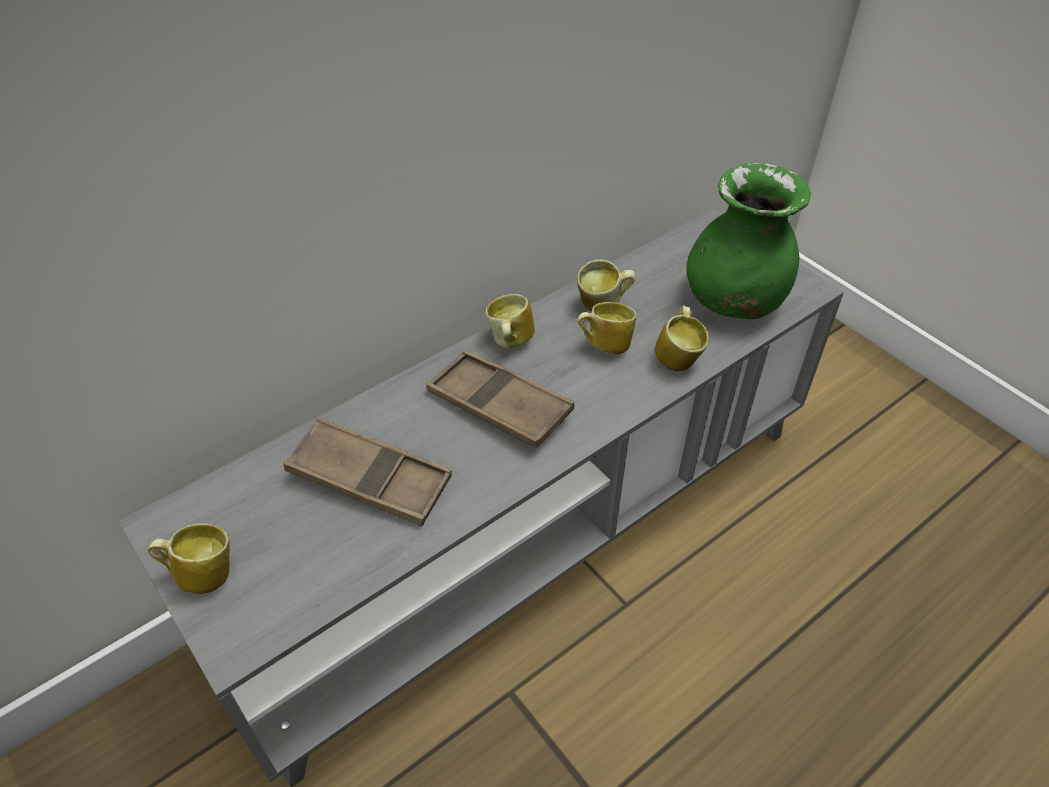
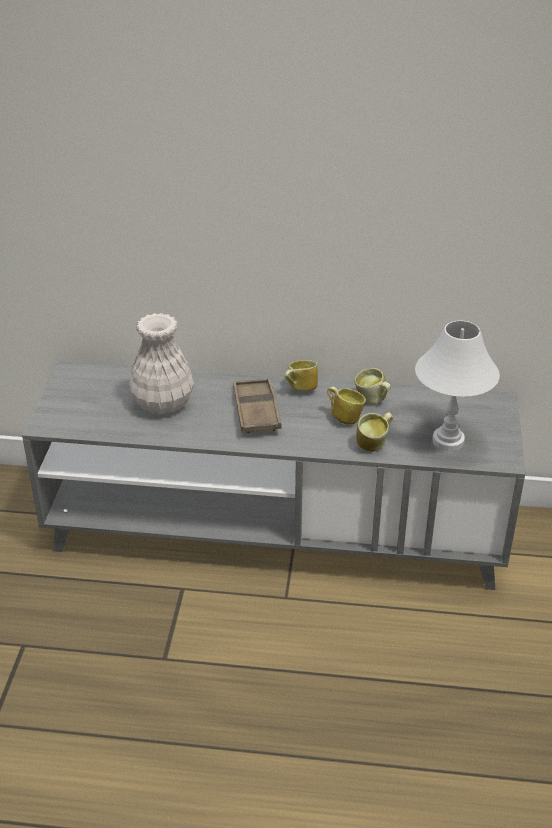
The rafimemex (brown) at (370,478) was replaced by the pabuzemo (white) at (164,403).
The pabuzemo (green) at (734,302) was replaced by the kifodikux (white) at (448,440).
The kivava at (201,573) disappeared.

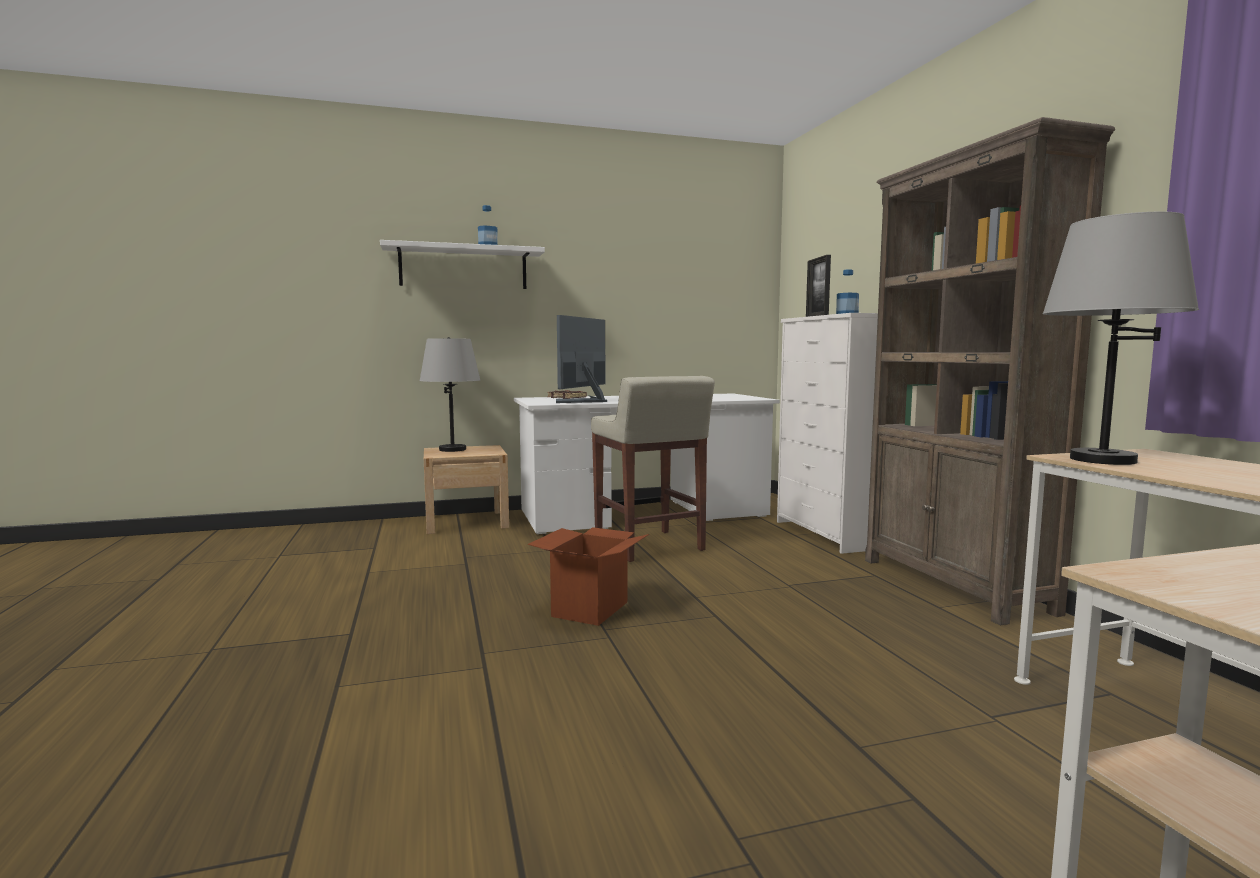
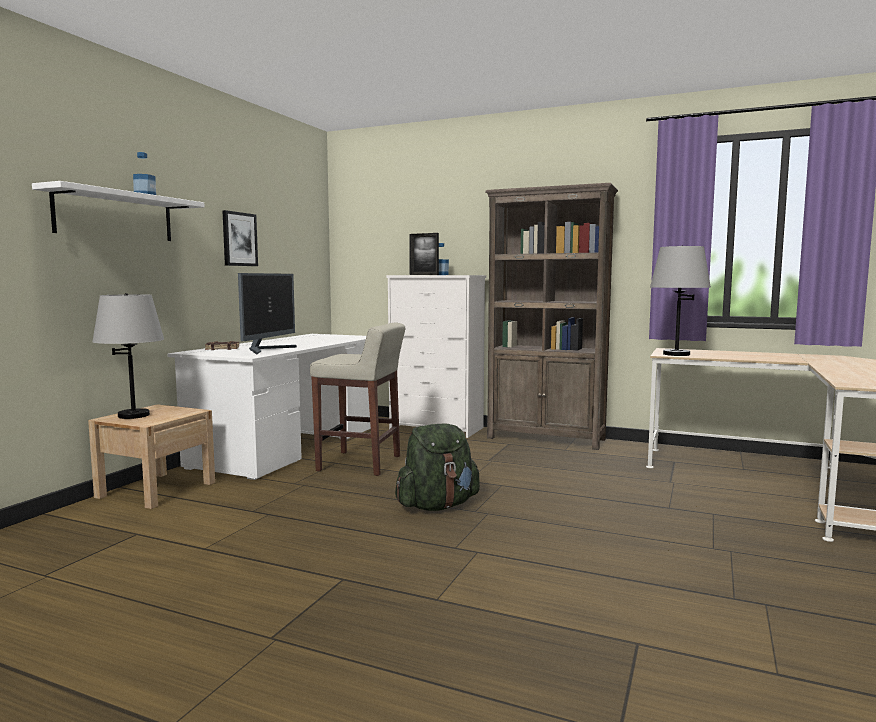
The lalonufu at (239,239) appeared.
The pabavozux at (586,401) turned 135 degrees counterclockwise.
The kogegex at (590,609) was replaced by the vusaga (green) at (437,506).

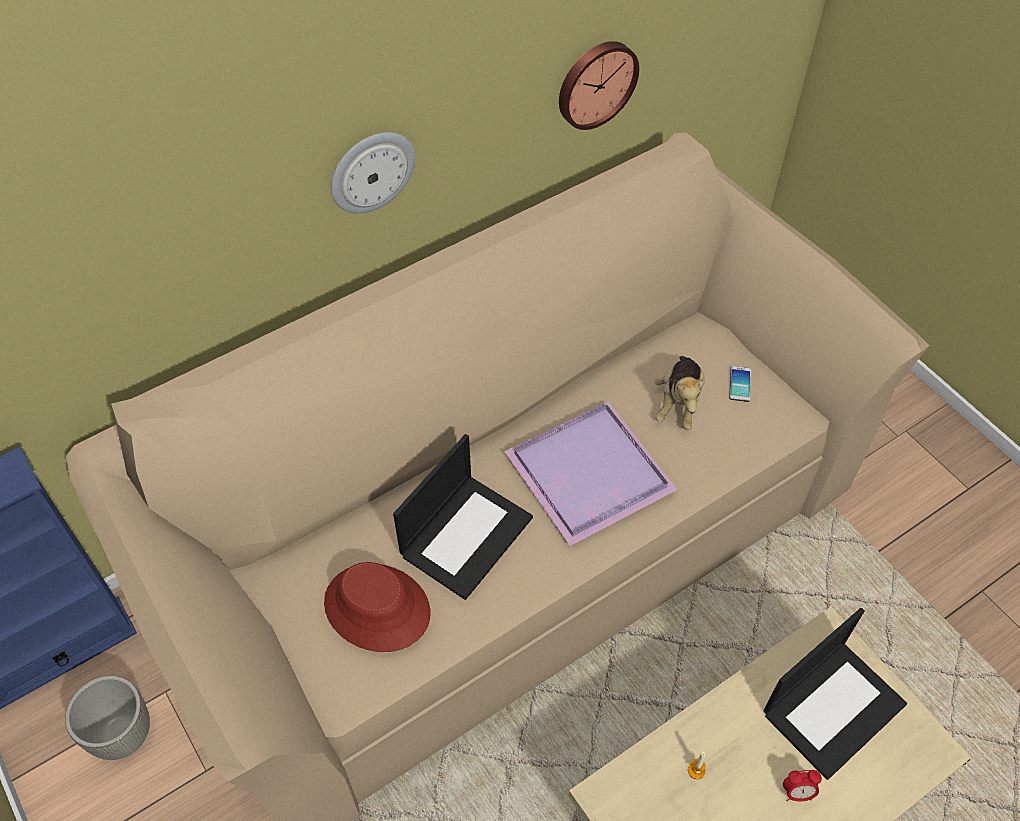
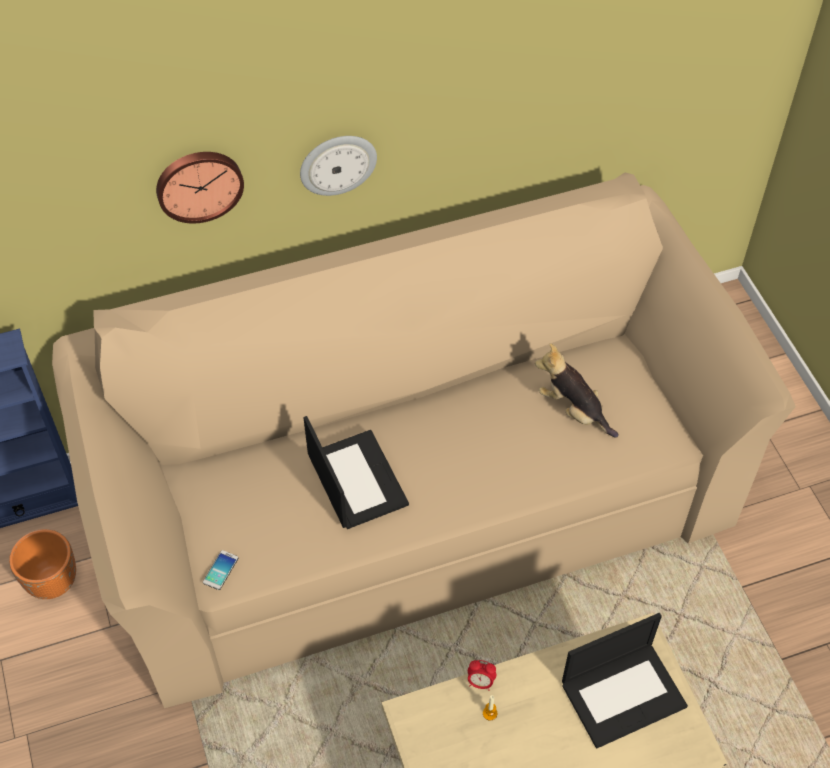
The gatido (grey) at (122,734) became the gatido (orange) at (52,582).
The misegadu moved from (595,83) to (199,184).
The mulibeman moved from (740,384) to (220,570).
The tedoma at (466,534) turned 75 degrees counterclockwise.
The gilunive moved from (797,792) to (480,682).
The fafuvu at (678,403) turned 105 degrees clockwise.
The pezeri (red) at (377,608) disappeared.
The rafimemex (purple) at (586,473) disappeared.

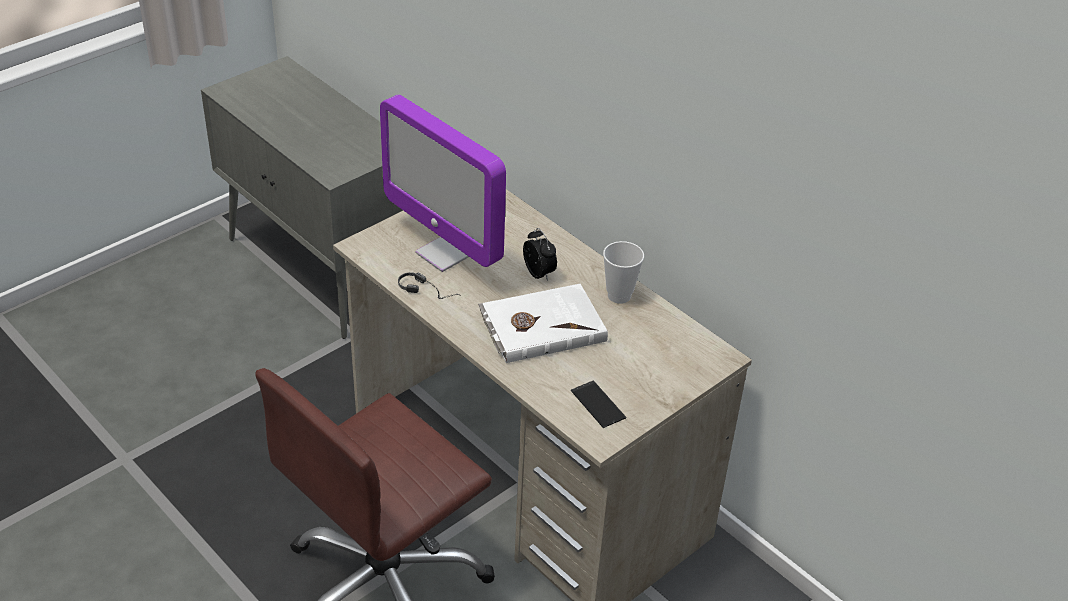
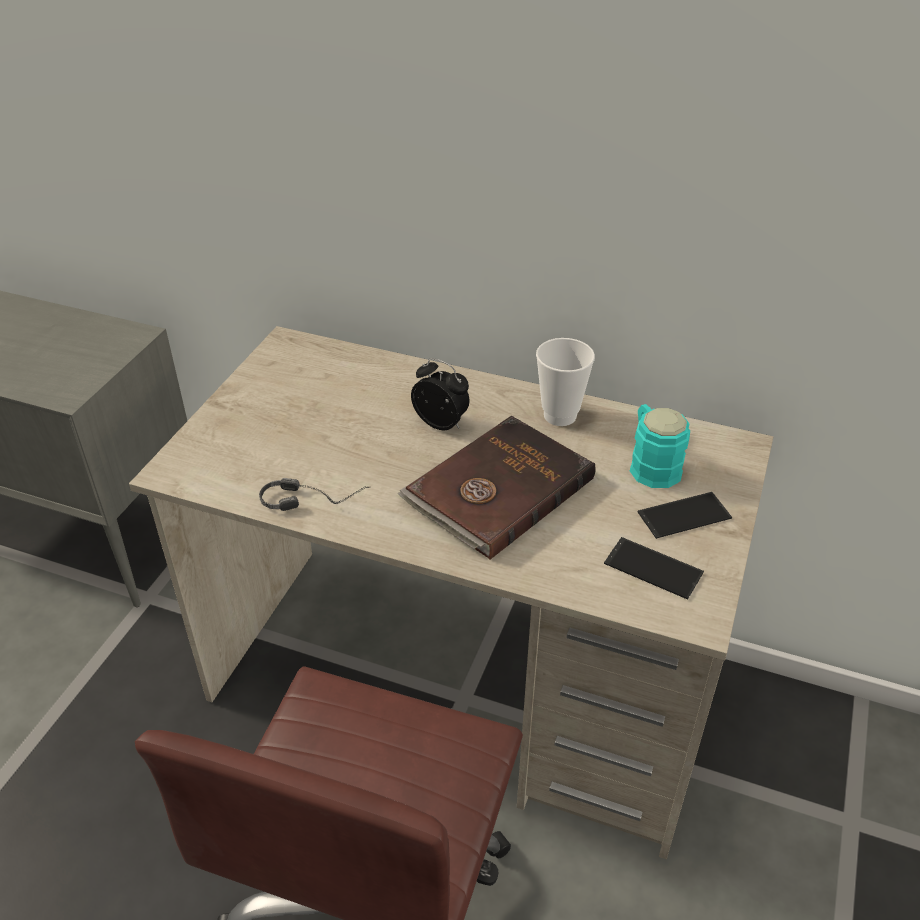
The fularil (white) at (541,326) became the fularil (brown) at (497,490).
The kivava (turquoise) at (651,464) appeared.
The mulibeman at (684,515) appeared.
The pabavozux at (445,253) disappeared.

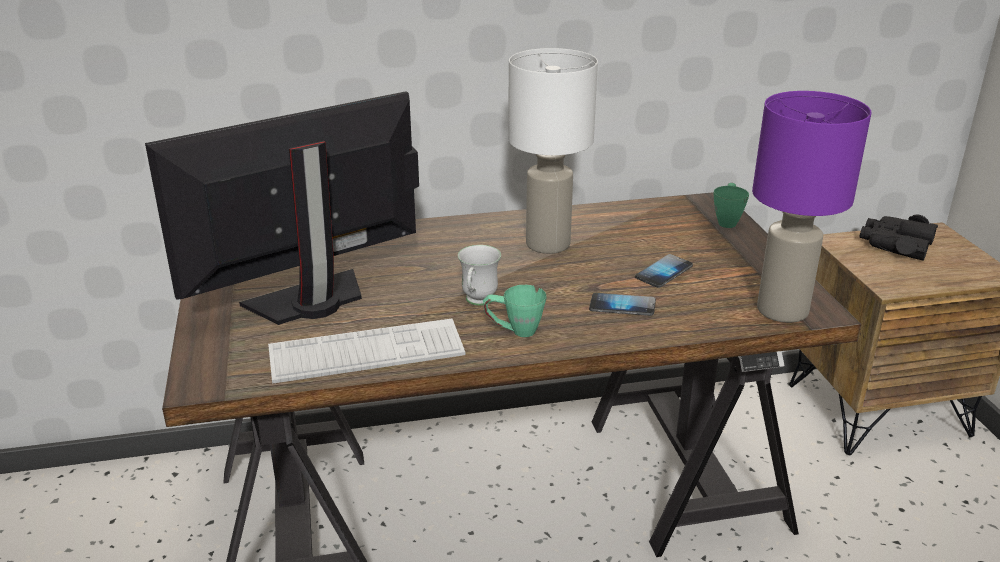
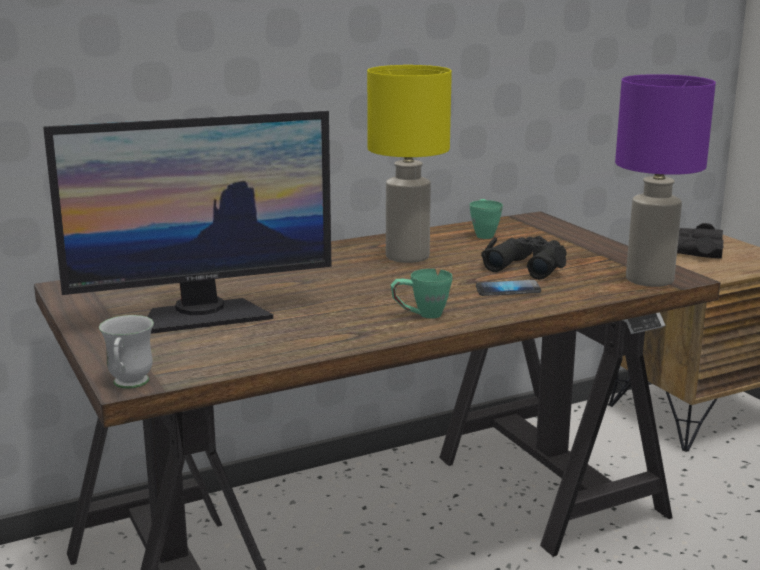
The pabavozux at (311,301) turned 150 degrees counterclockwise.
The kivava (white) moved from (477,302) to (129,385).
The kifodikux (white) at (549,245) became the kifodikux (yellow) at (408,257).
The kivava (green) moved from (727,220) to (484,234).
The mulibeman at (664,272) was replaced by the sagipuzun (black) at (528,265).
The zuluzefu at (366,352) disappeared.

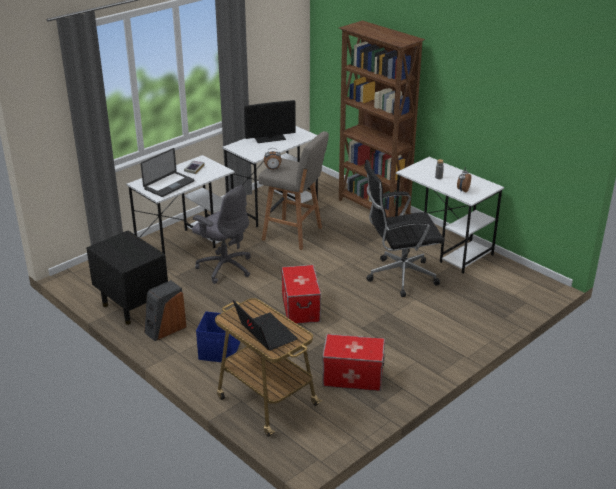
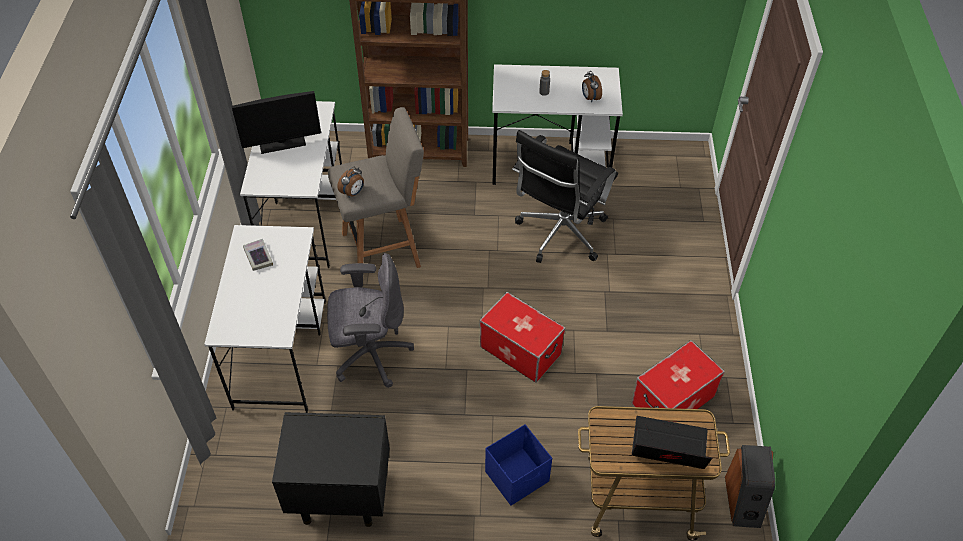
The pabavozux at (270,138) turned 45 degrees clockwise.
The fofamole moved from (165,329) to (744,501).
The tedoma at (169,185) disappeared.

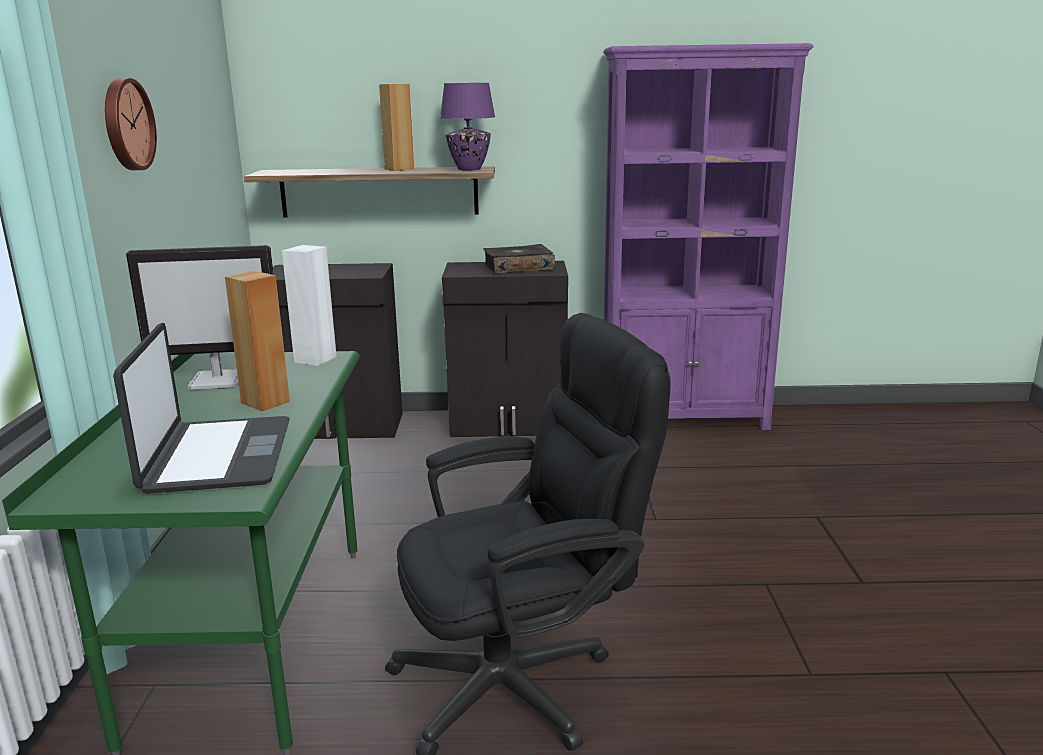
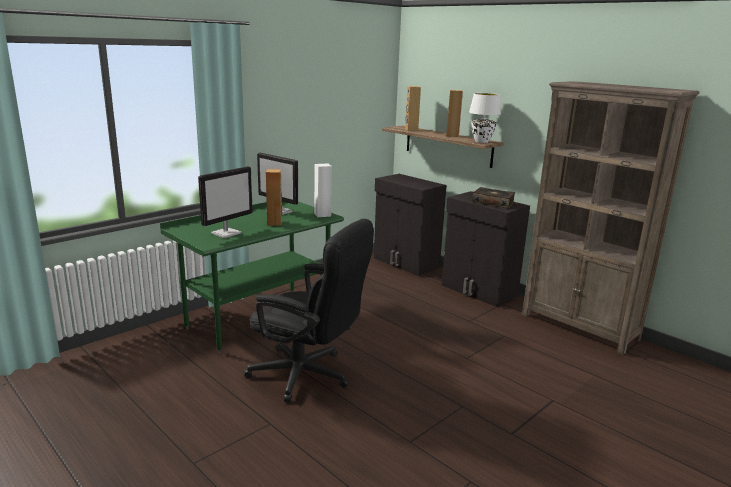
The tedoma at (217,457) was replaced by the pabavozux at (226,233).
The fofamole (brown) at (411,130) appeared.
The kifodikux (purple) at (468,169) became the kifodikux (white) at (481,141).
The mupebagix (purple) at (684,419) became the mupebagix (brown) at (579,327).
The misegadu at (126,124) disappeared.

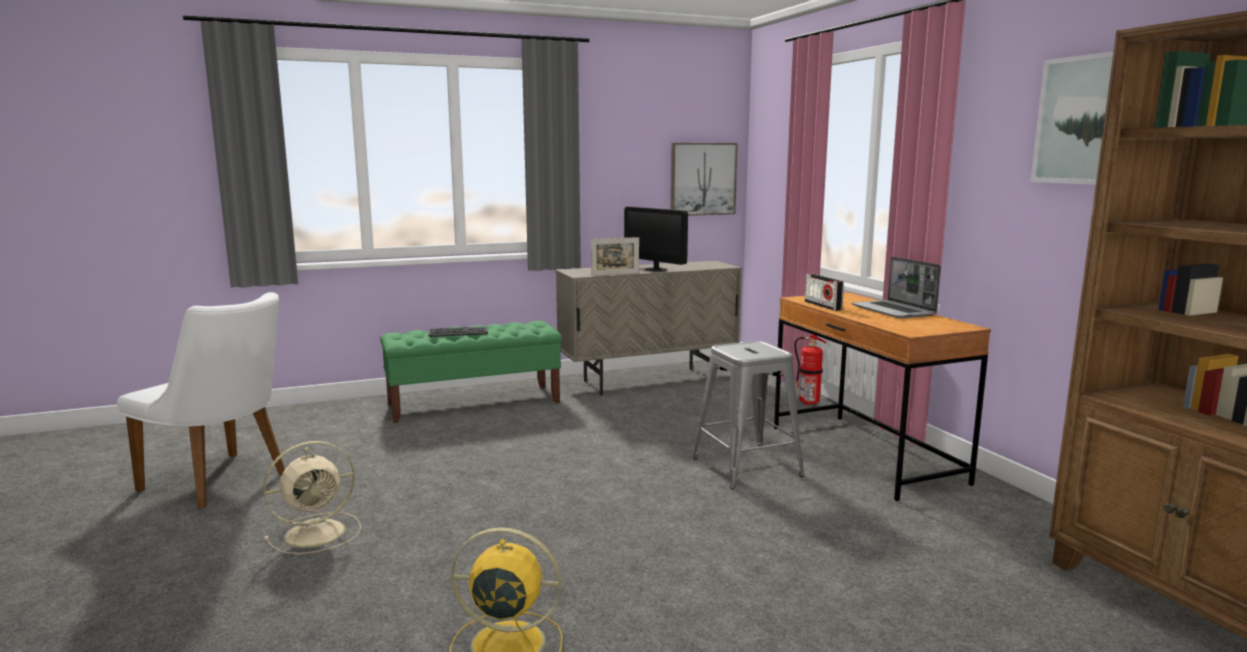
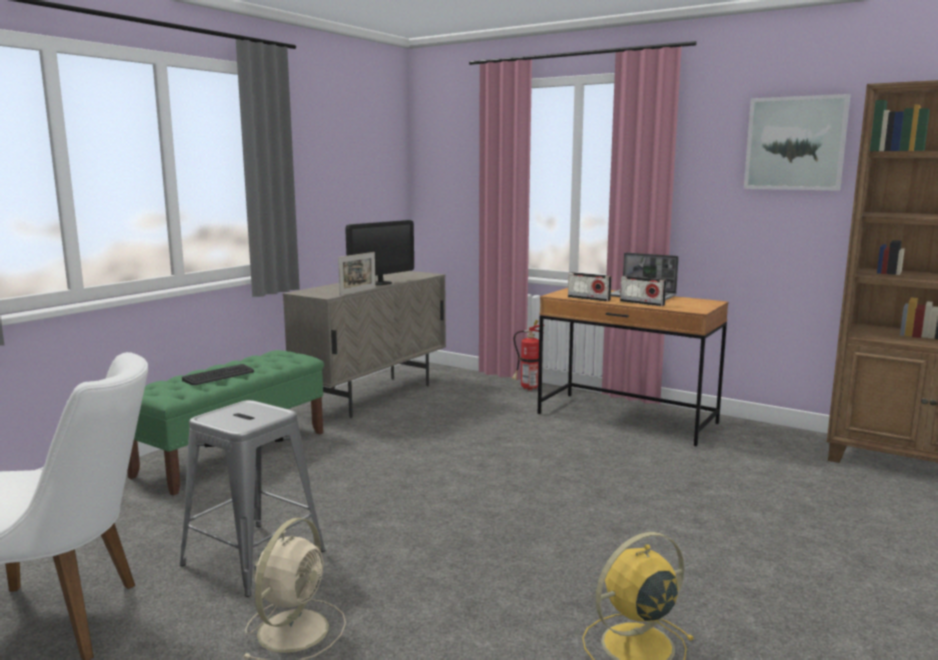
The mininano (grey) moved from (747,467) to (254,557).
The pabavozux at (656,269) turned 60 degrees counterclockwise.
The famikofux at (642,303) appeared.
The lalonufu at (702,179) disappeared.

